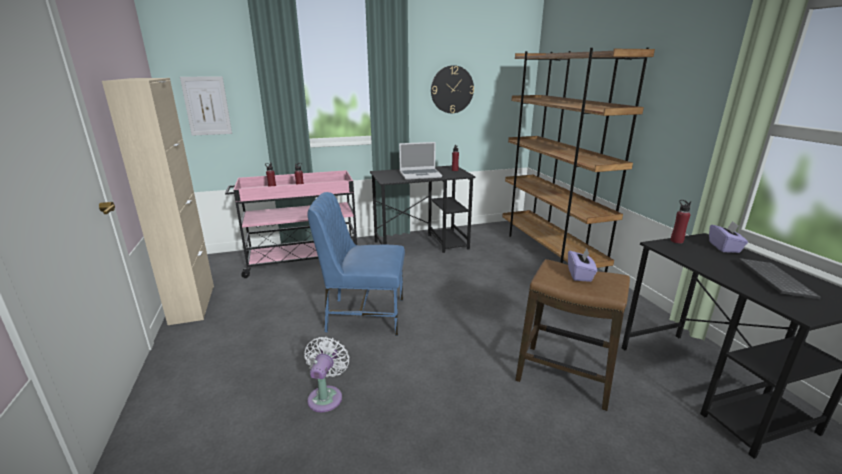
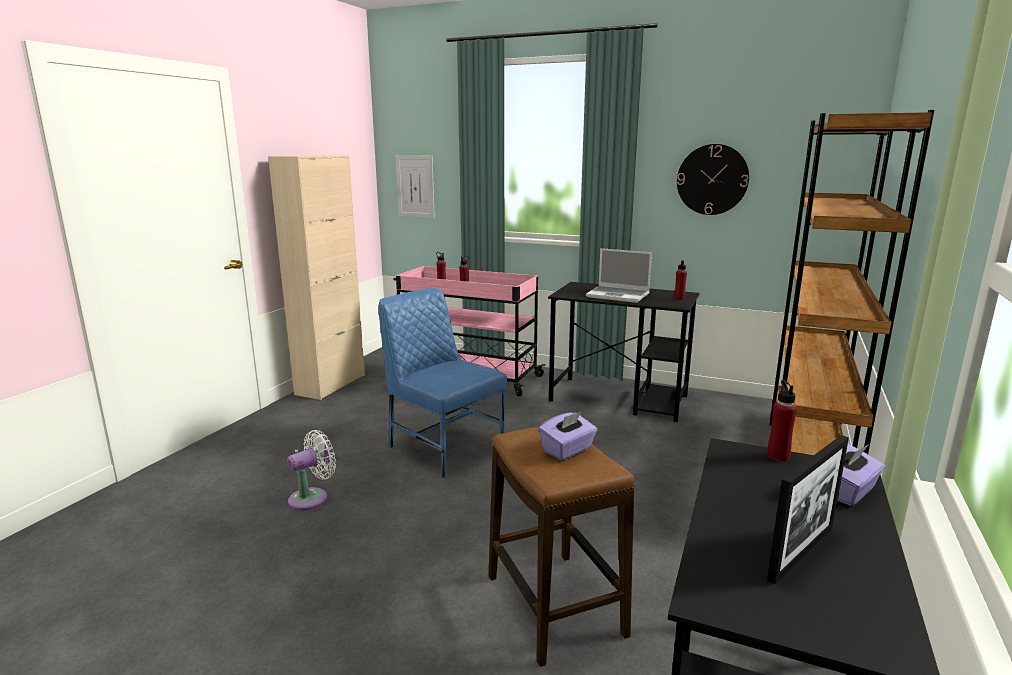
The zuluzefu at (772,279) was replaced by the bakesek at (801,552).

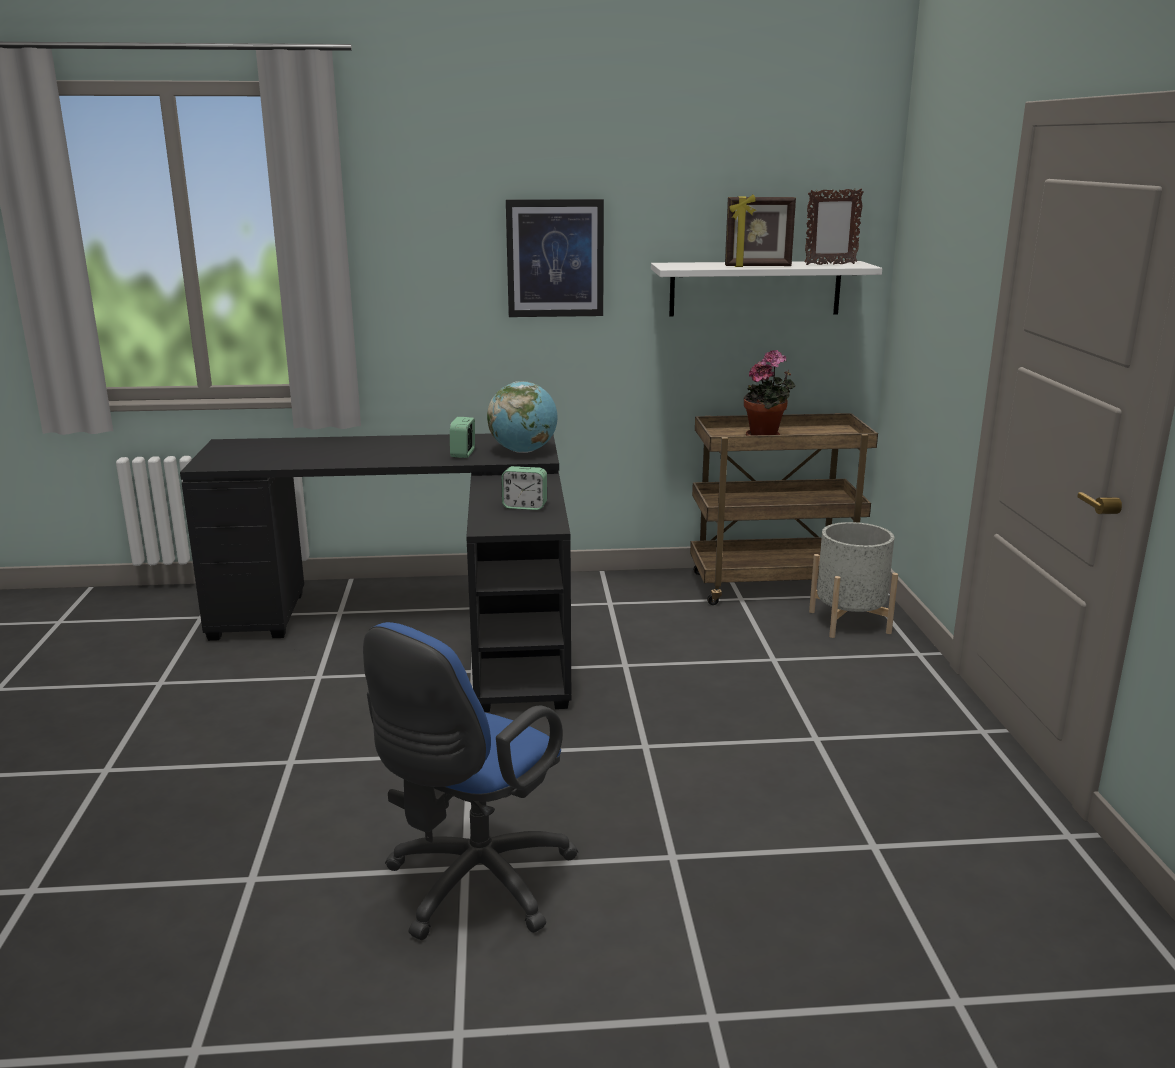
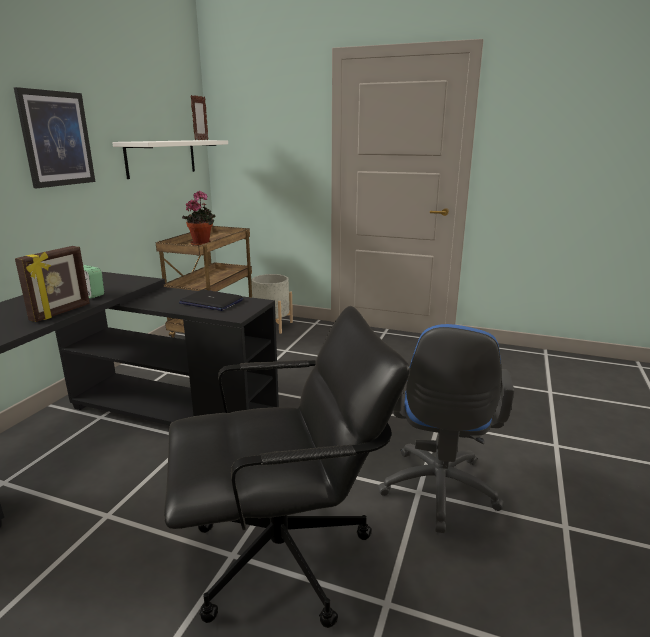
The bakesek moved from (758,266) to (61,312).
The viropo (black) at (283,556) appeared.
The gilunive at (525,506) was replaced by the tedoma at (211,302).
The viropo (blue) at (472,886) turned 45 degrees clockwise.
The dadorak at (523,451) disappeared.

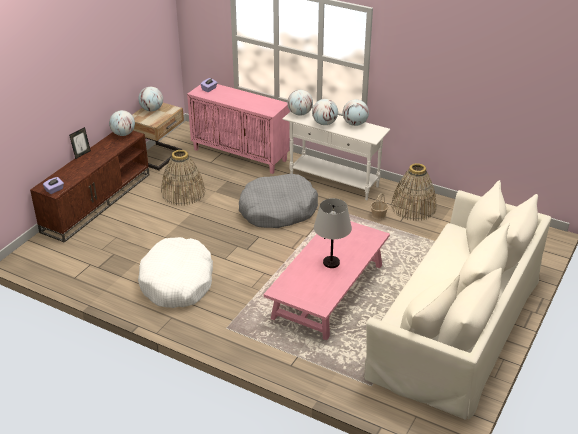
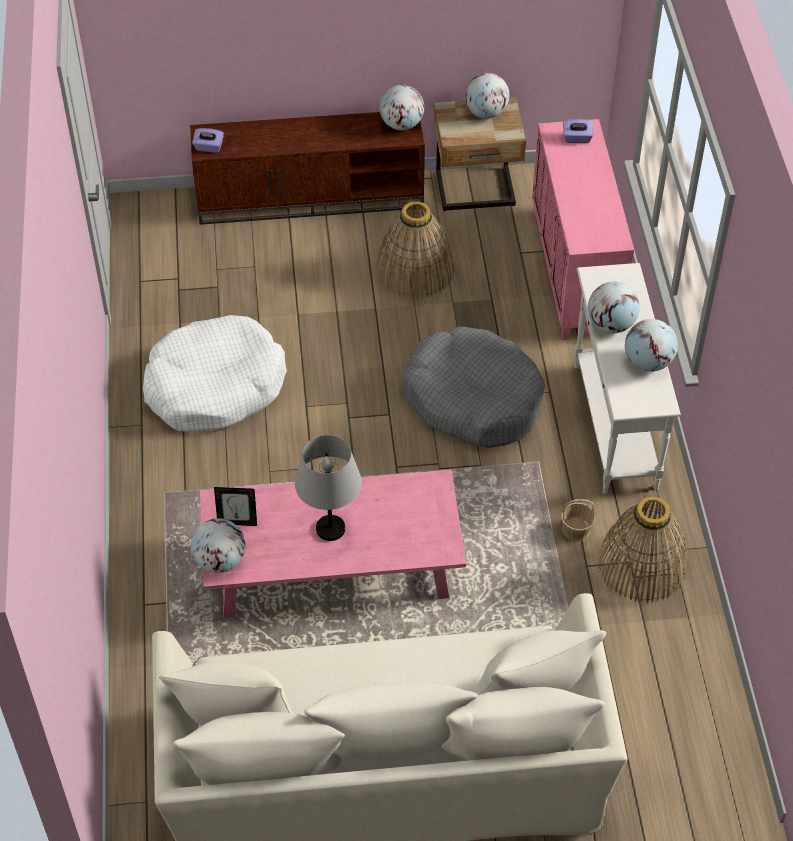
The dadorak moved from (300,114) to (220,561).
The bakesek moved from (82,154) to (237,522).

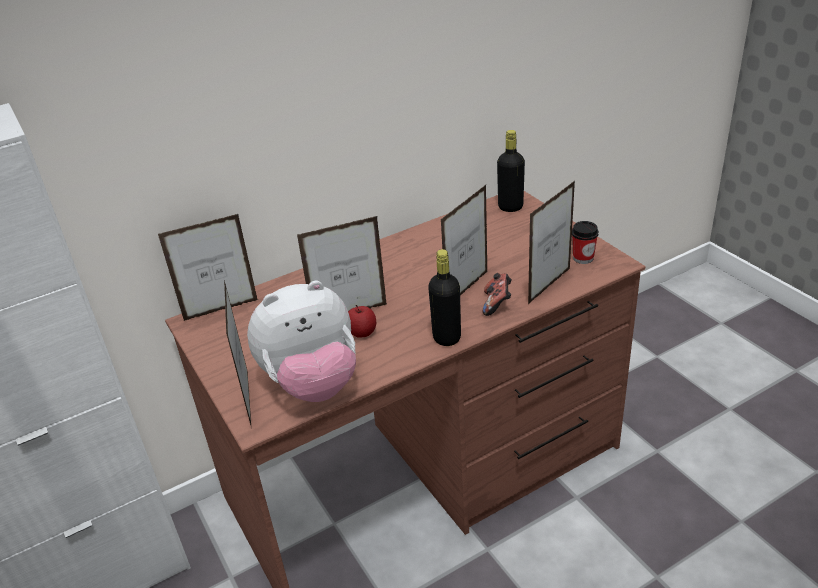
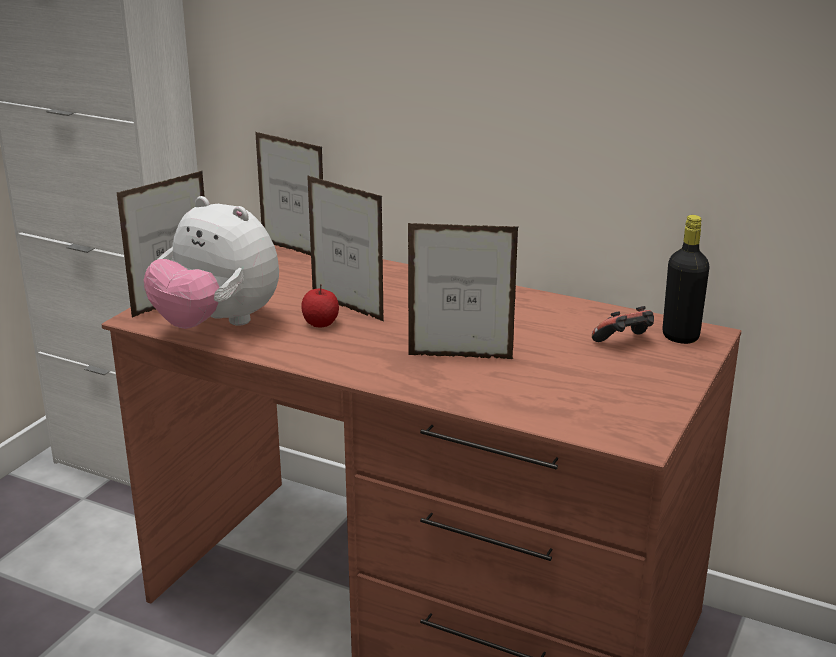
The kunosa moved from (497,304) to (624,342).
The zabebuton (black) at (447,337) disappeared.
The bakesek at (549,286) disappeared.
The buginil at (583,258) disappeared.

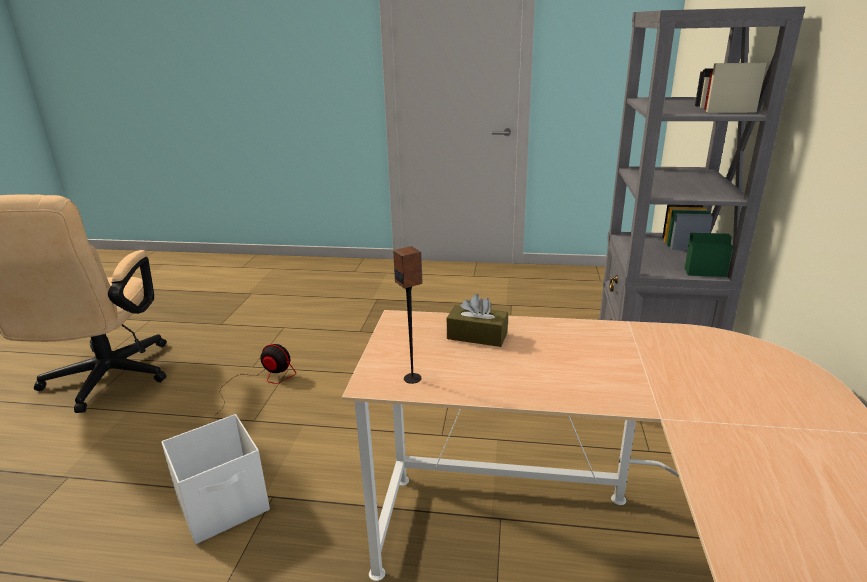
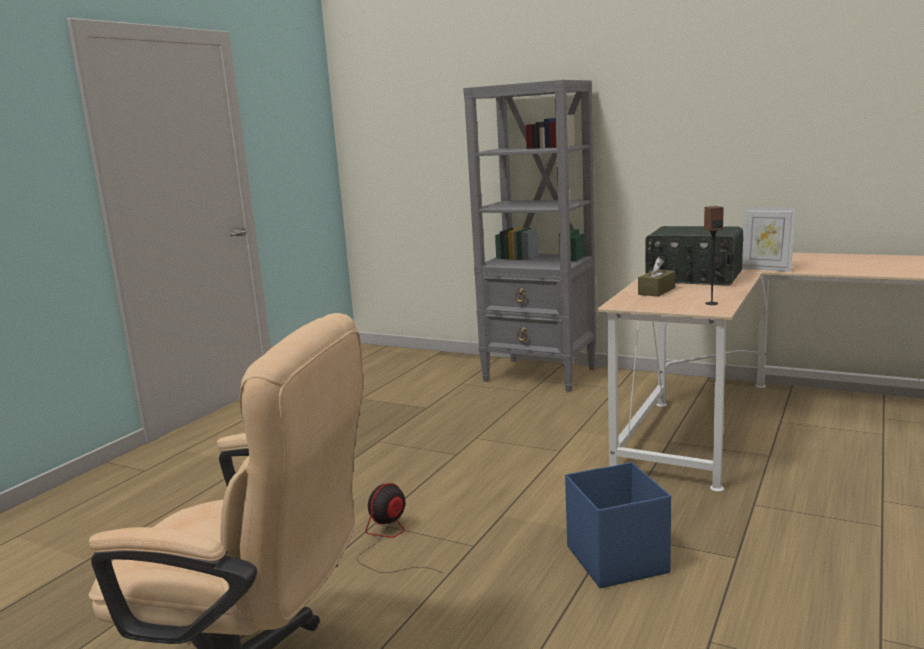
The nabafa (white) at (225,505) became the nabafa (blue) at (617,559).
The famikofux at (693,278) appeared.
The bakesek at (765,269) appeared.

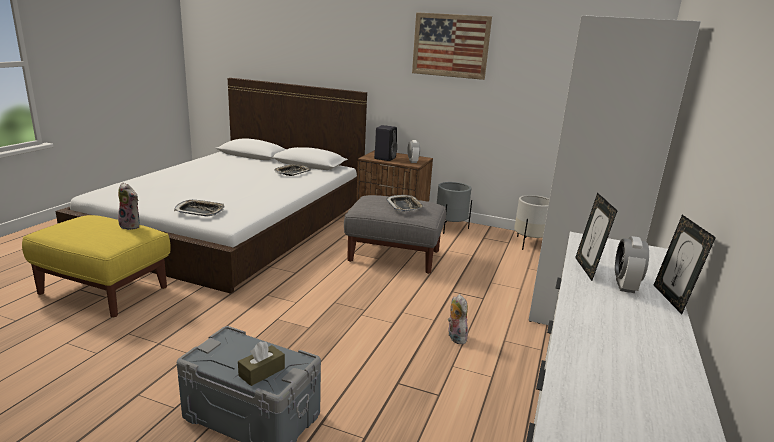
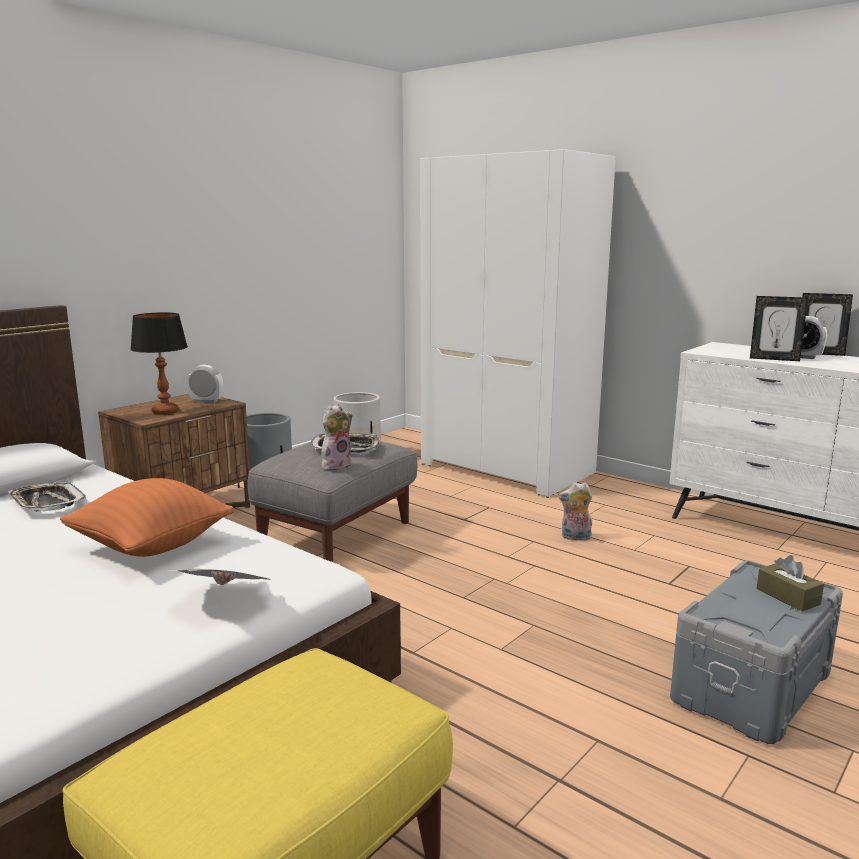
The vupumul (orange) at (152,546) appeared.
The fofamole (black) at (385,158) was replaced by the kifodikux at (165,411).
The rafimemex at (200,211) was replaced by the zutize at (226,600).
The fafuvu moved from (132,226) to (336,465).
The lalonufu at (450,45) disappeared.

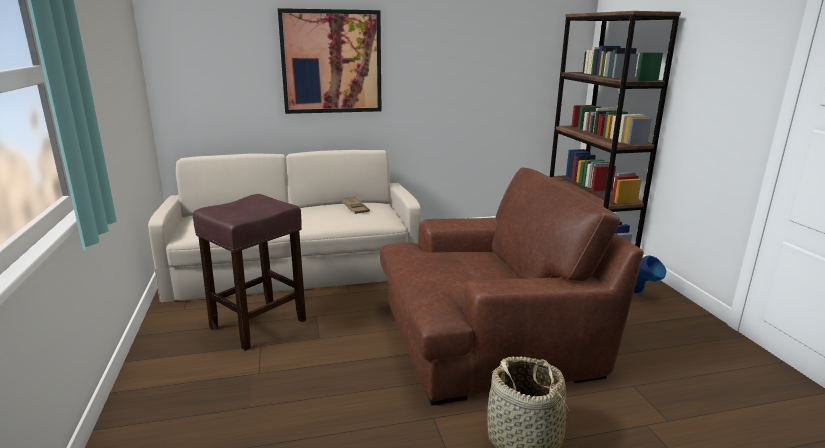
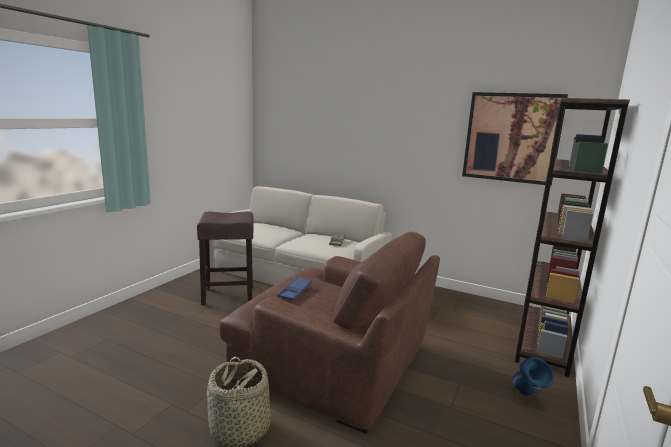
The rafimemex (blue) at (295,291) appeared.
The lalonufu moved from (331,62) to (511,137).

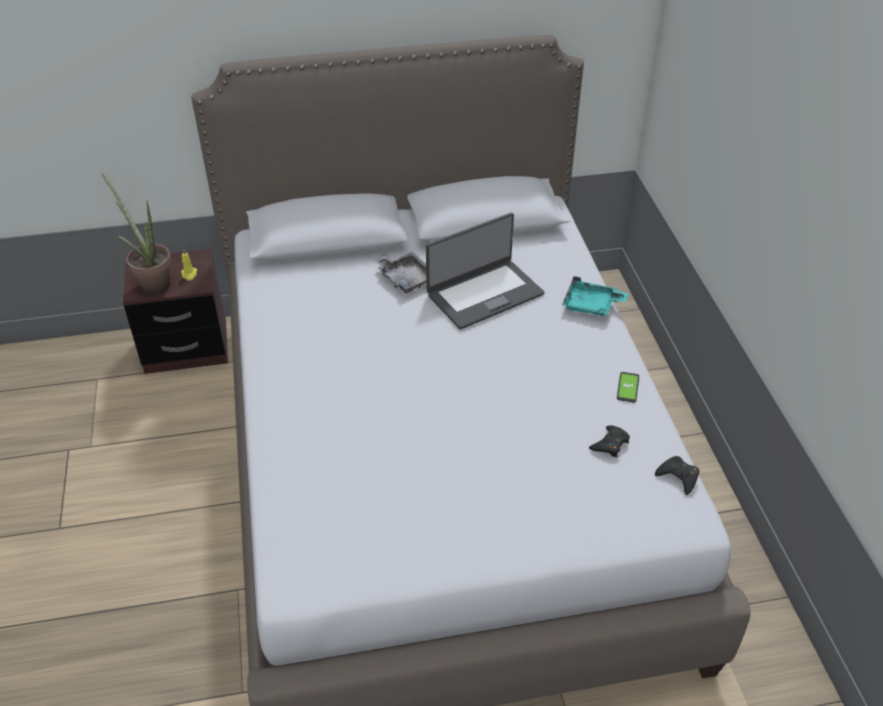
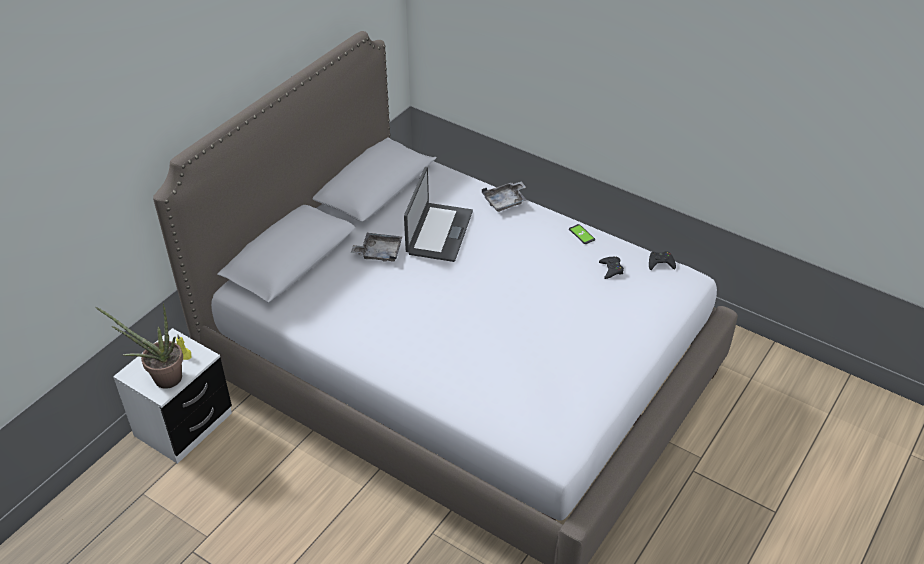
The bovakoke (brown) at (186,347) became the bovakoke (white) at (184,425).
The rafimemex (turquoise) at (591,305) became the rafimemex (grey) at (505,202).

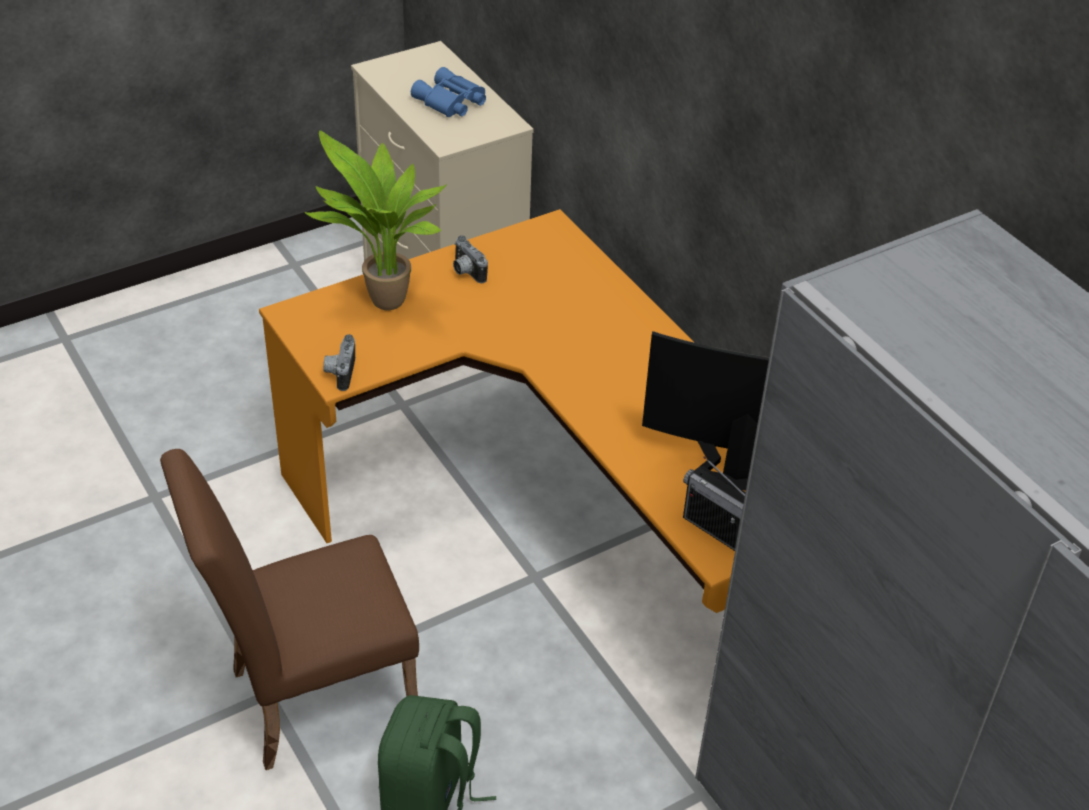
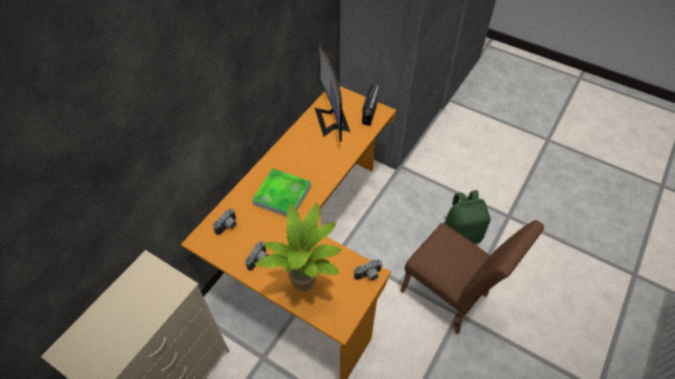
The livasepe at (228,227) appeared.
The rafimemex at (282,195) appeared.
The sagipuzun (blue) at (450,102) disappeared.

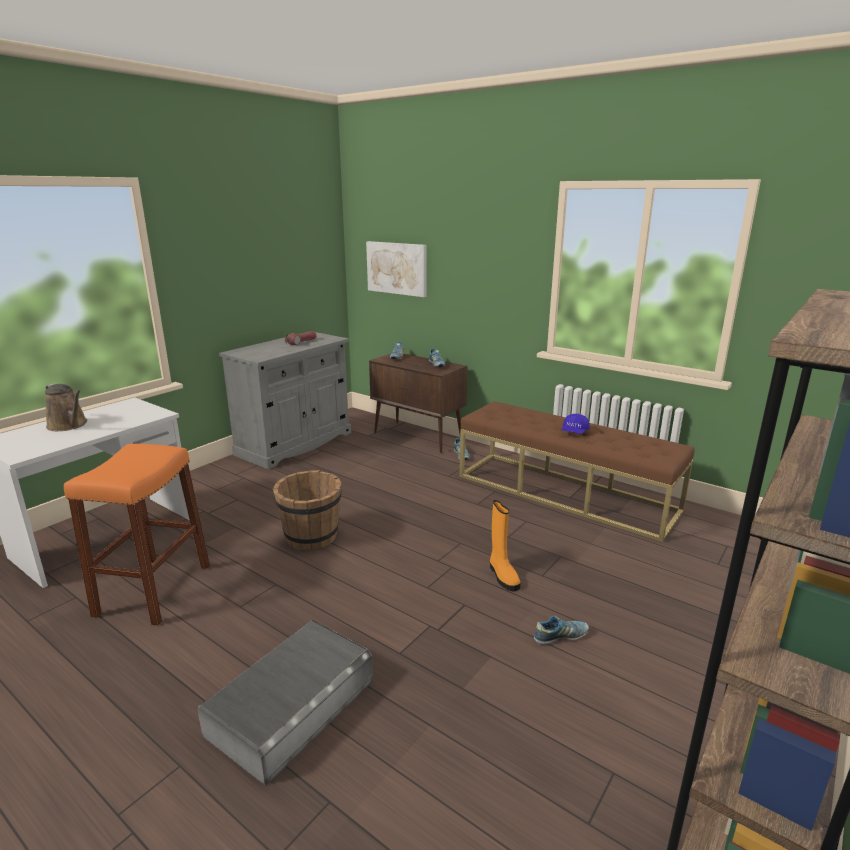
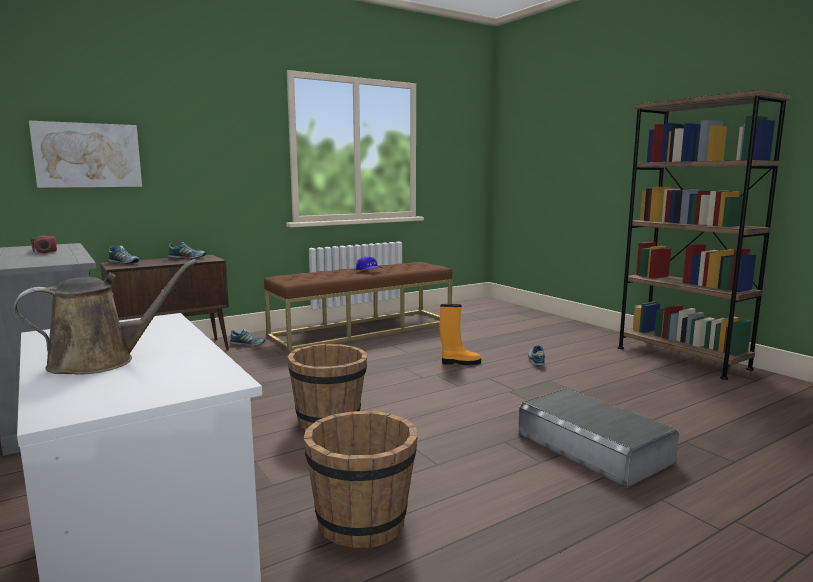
The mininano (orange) at (154,590) was replaced by the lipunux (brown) at (362,522).

